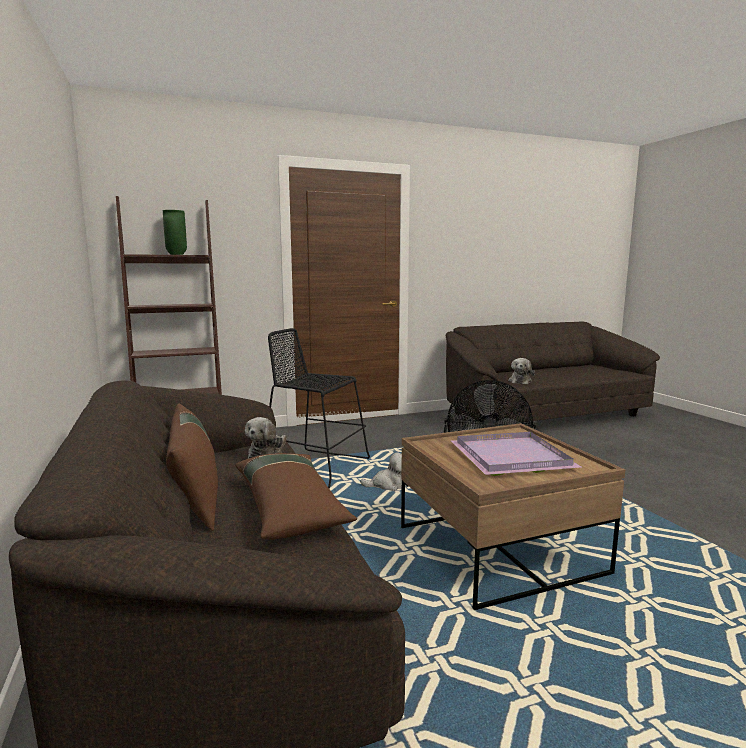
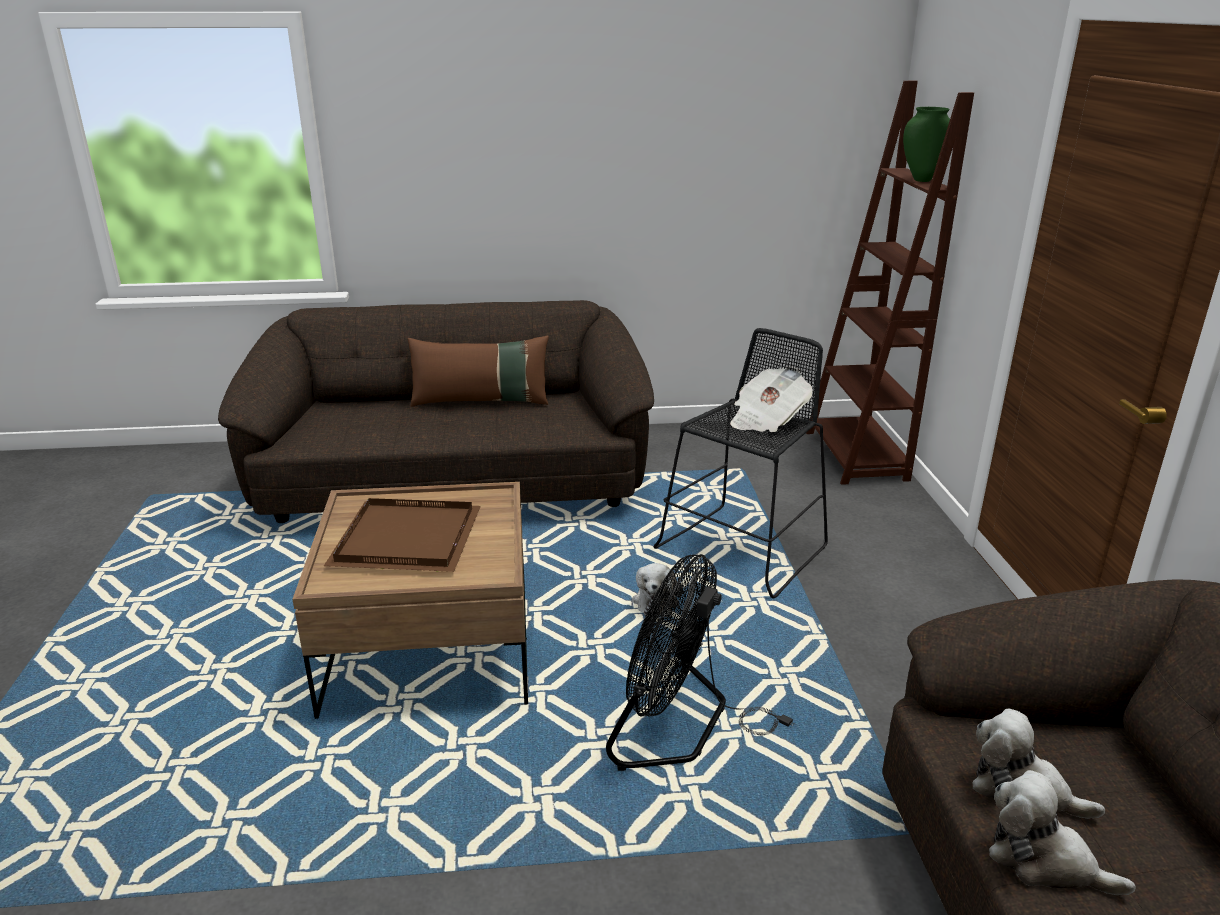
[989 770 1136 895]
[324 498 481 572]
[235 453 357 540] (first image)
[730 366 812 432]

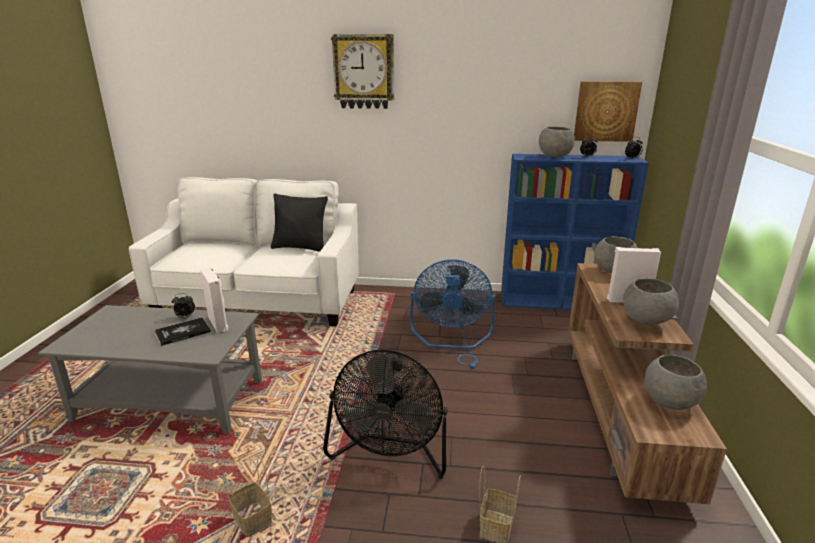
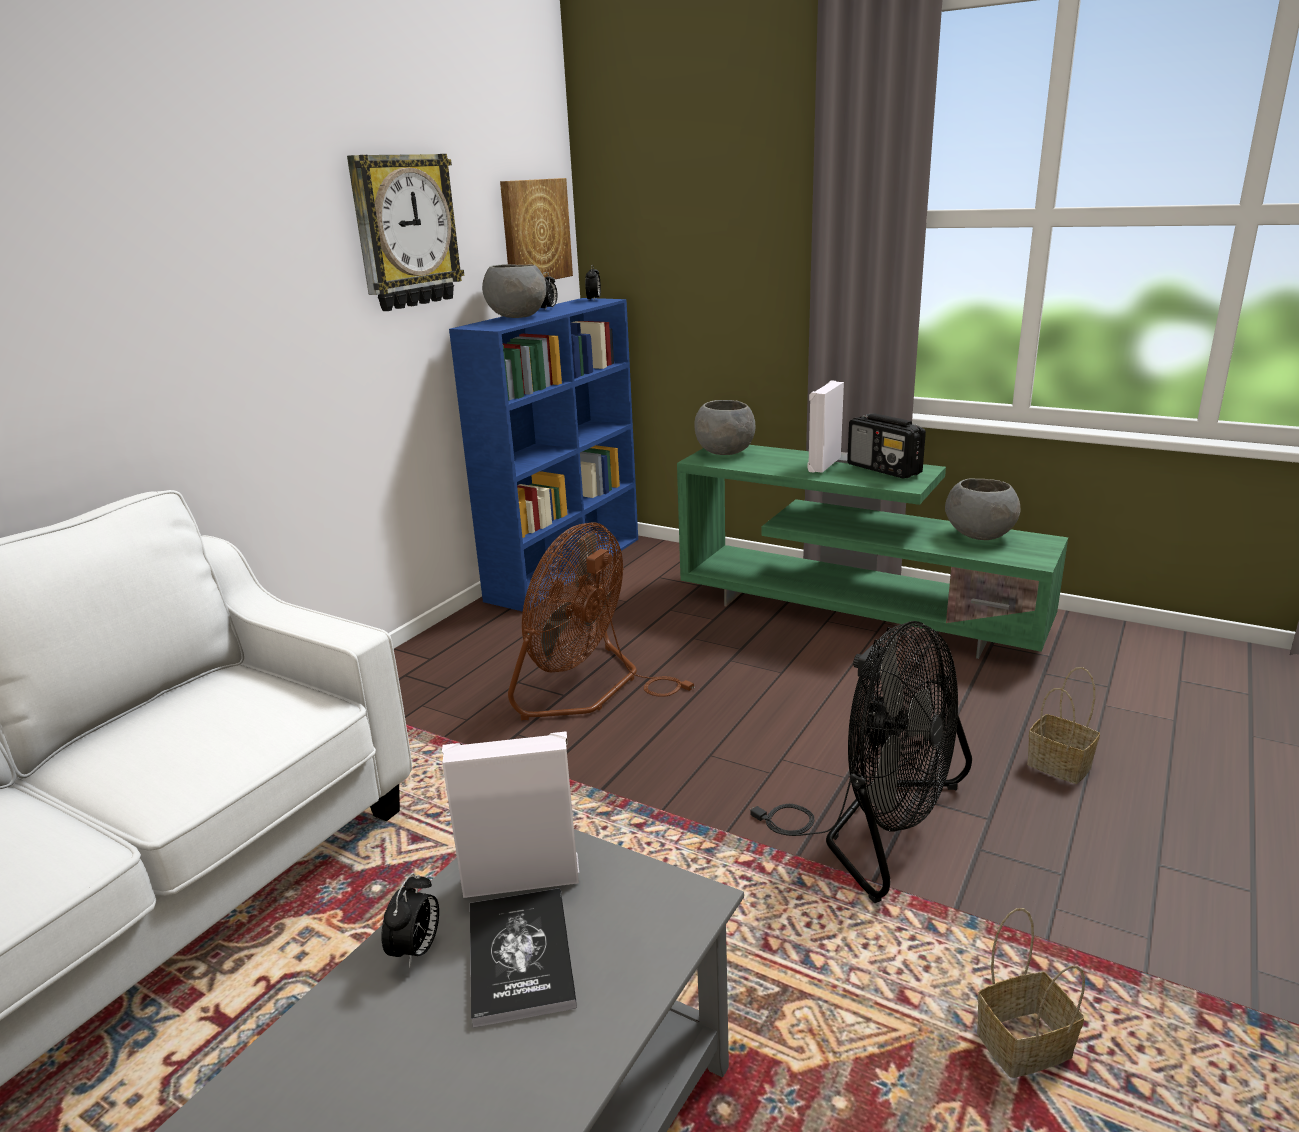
[347 154 464 311]
[271 193 328 252] (first image)
[508 522 694 721]
[677 445 1068 659]
[847 413 926 479]

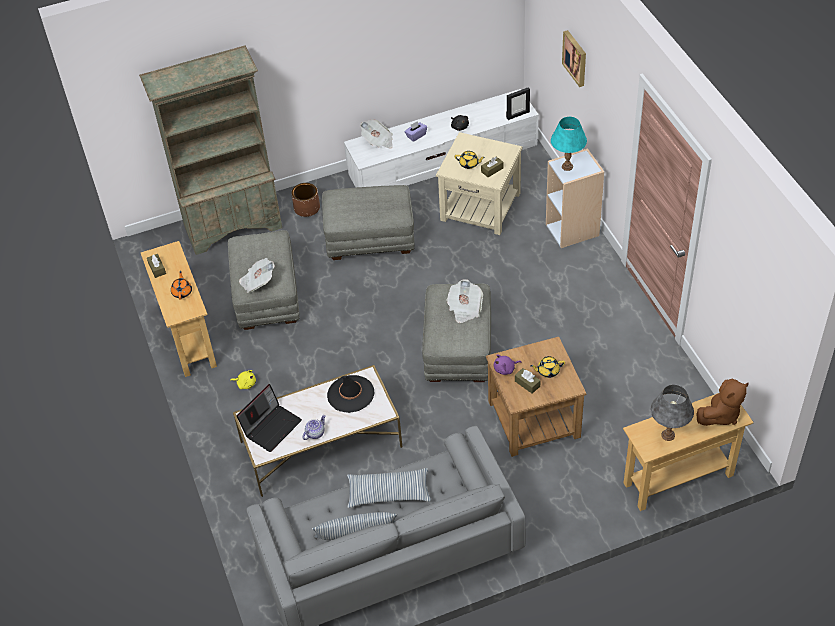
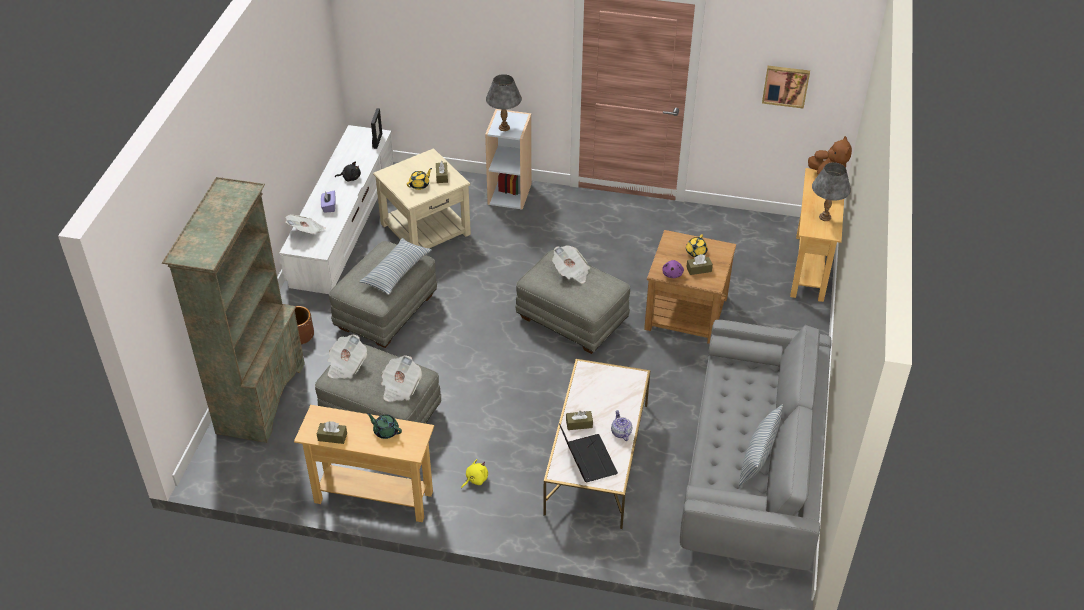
[762 66 810 109]
[486 74 522 131]
[367 413 402 439]
[327 375 374 413] (first image)
[359 238 431 295]
[327 335 367 379]
[566 411 593 430]

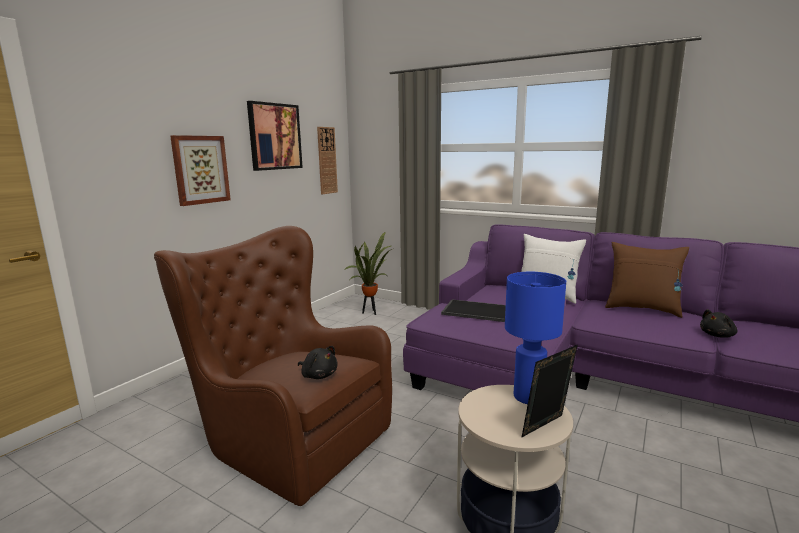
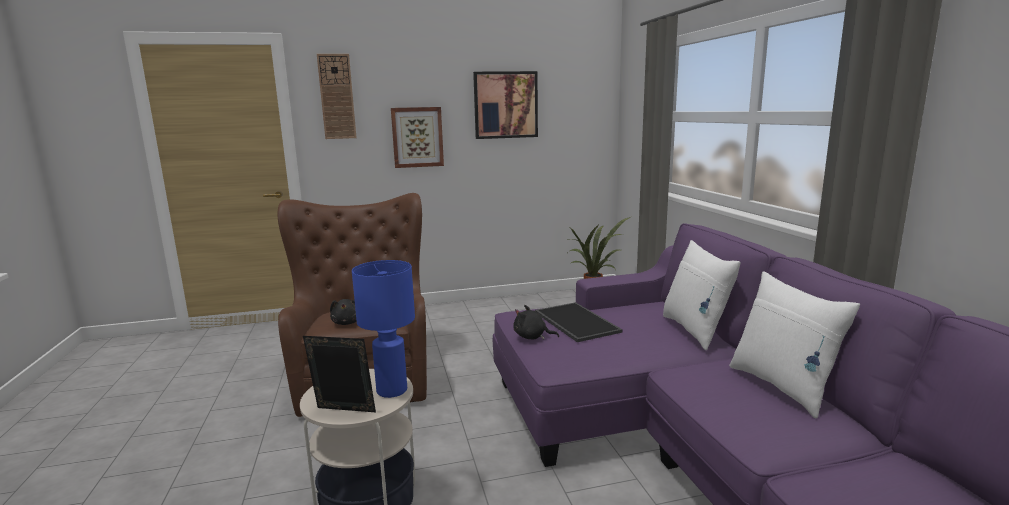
[317 54 357 139]
[729 271 860 418]
[513 305 559 340]

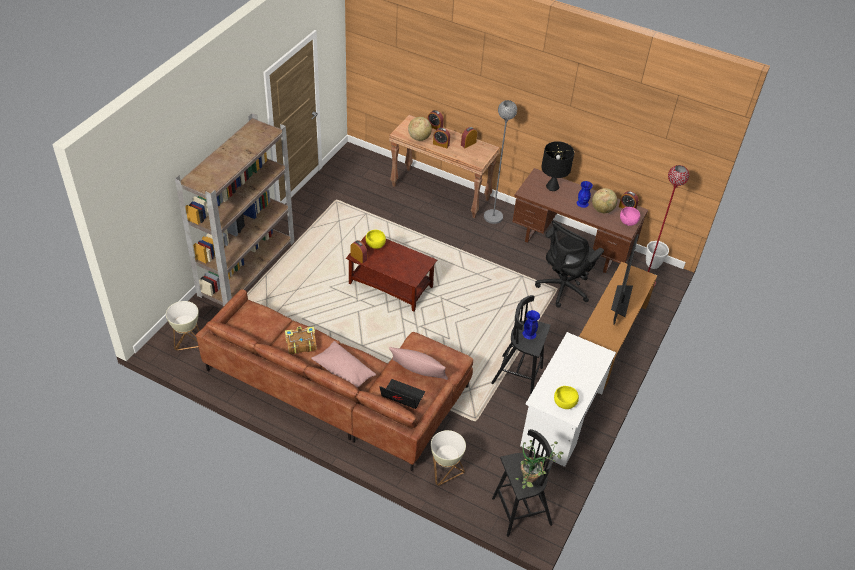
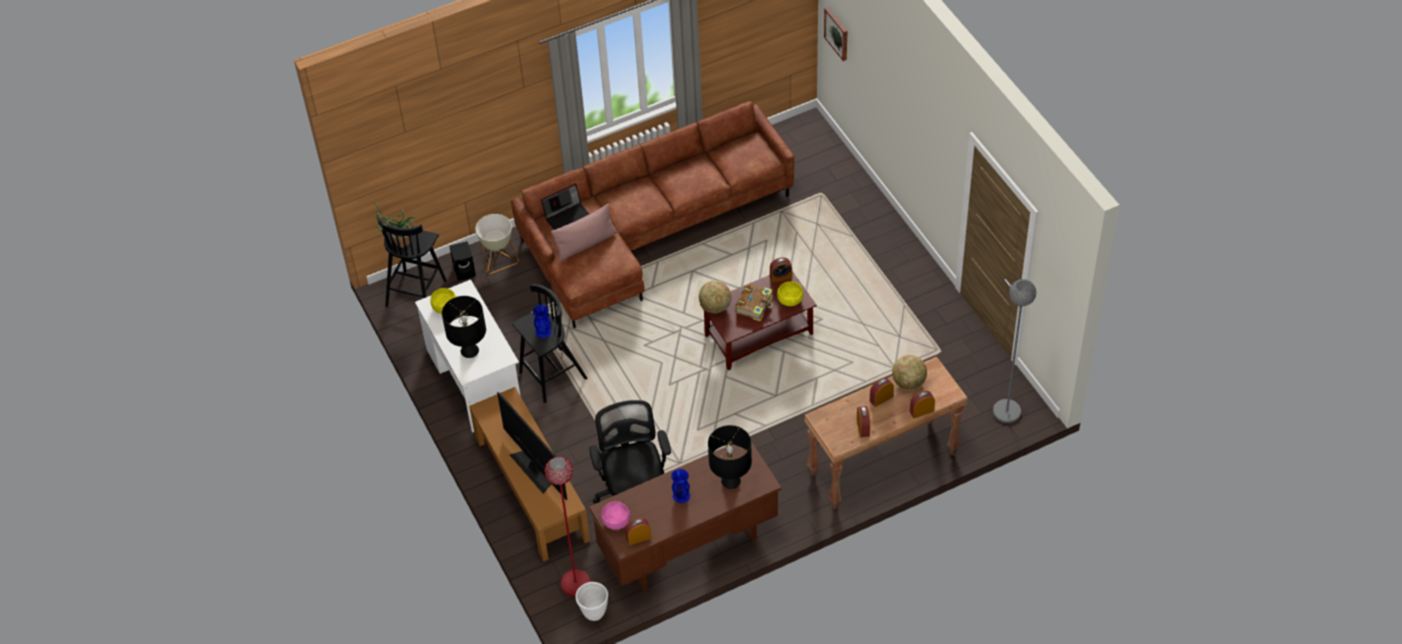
[993 279 1036 423]
[175 113 294 307] (first image)
[699 281 731 313]
[166 301 199 350] (first image)
[735 284 773 322]
[311 341 376 388] (first image)
[824 7 847 61]
[449 241 476 280]
[442 296 486 358]

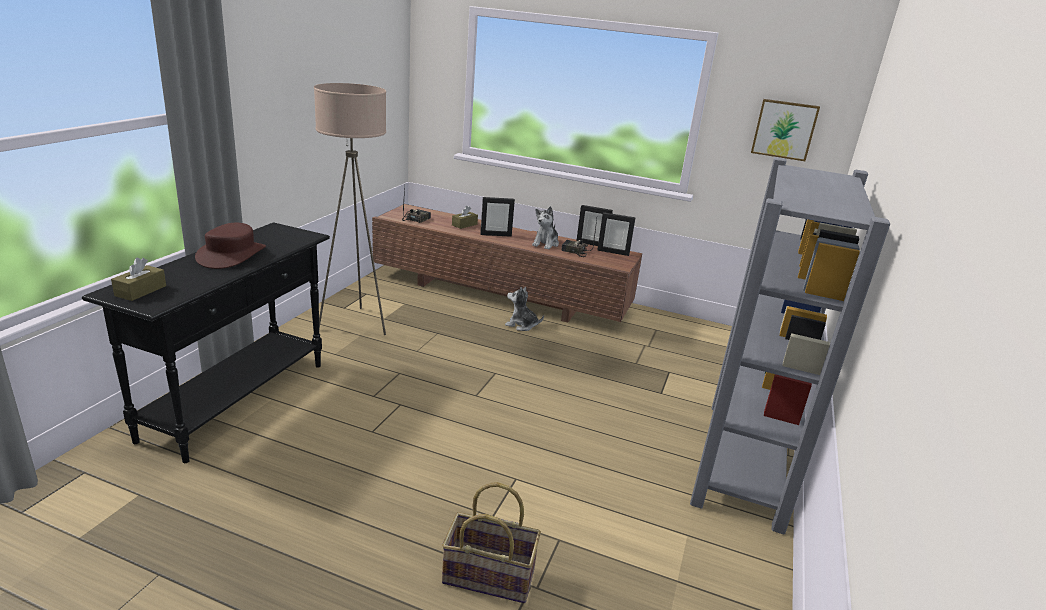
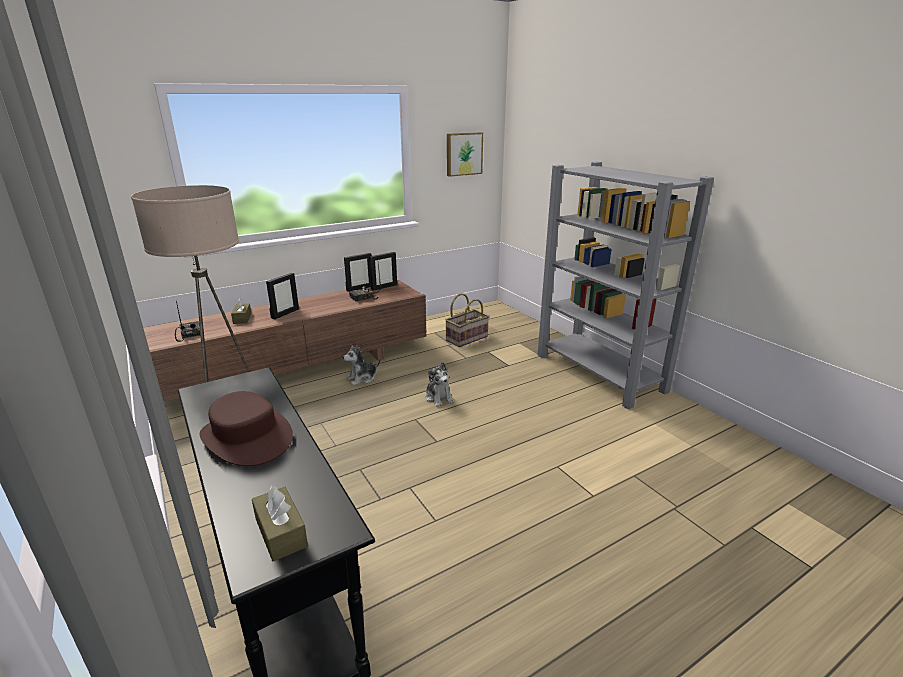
[425 362 454 407]
[445 293 489 347]

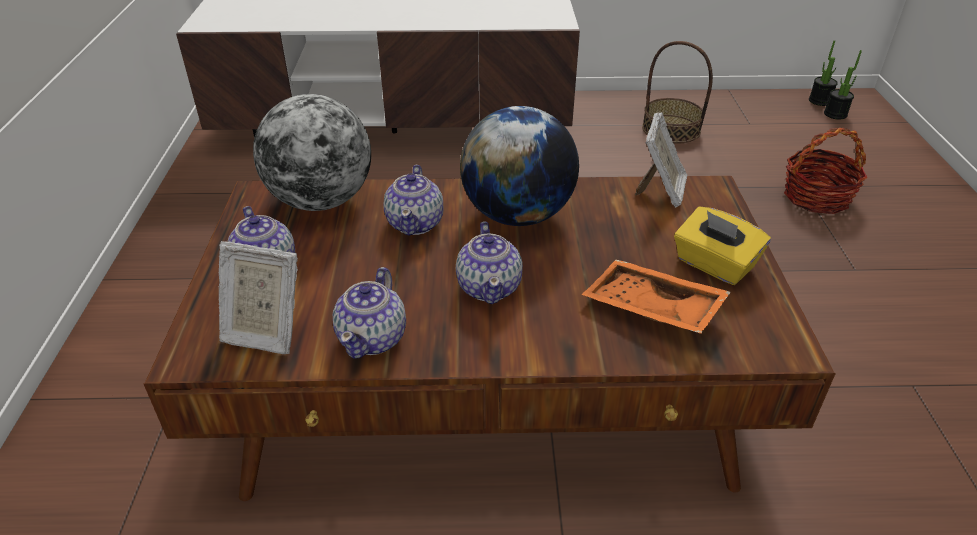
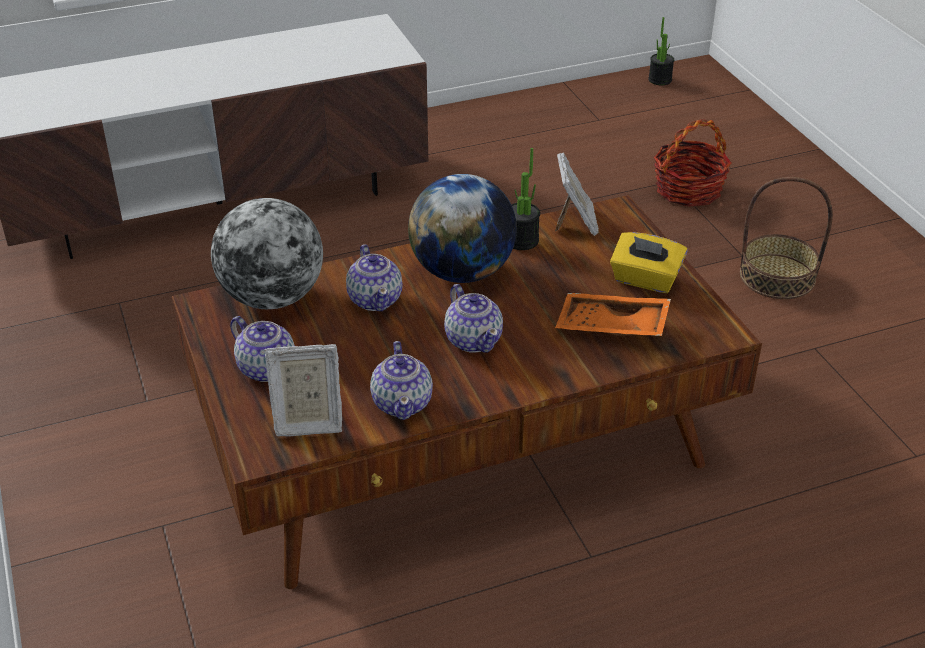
[740 177 833 299]
[511 148 540 250]

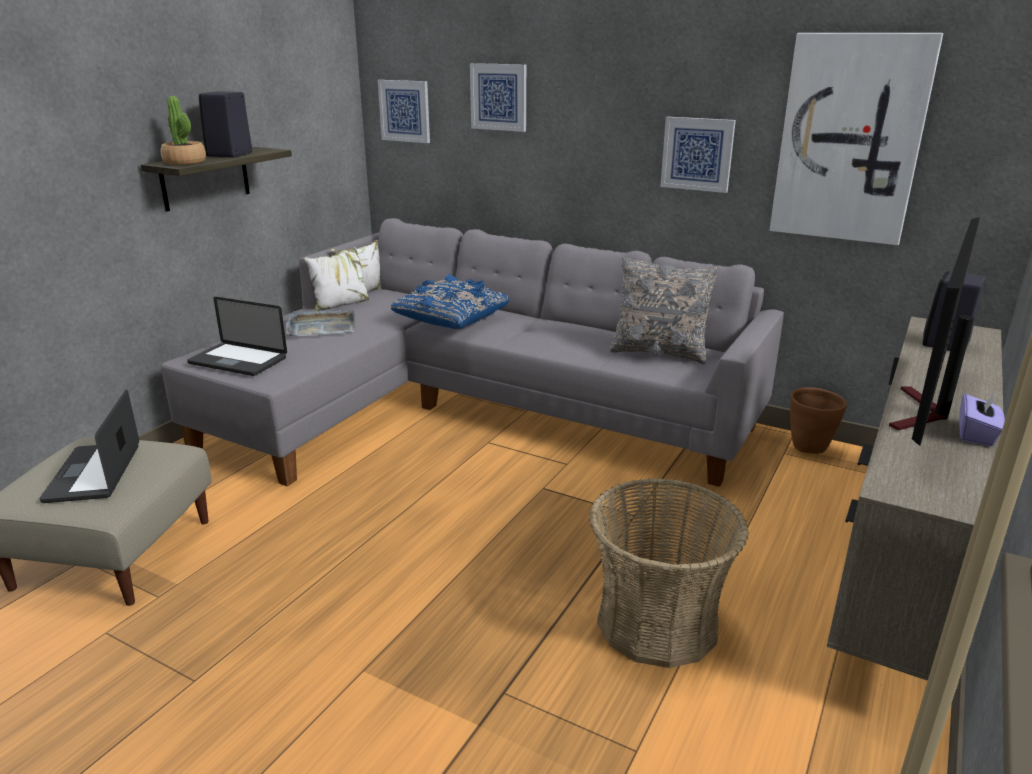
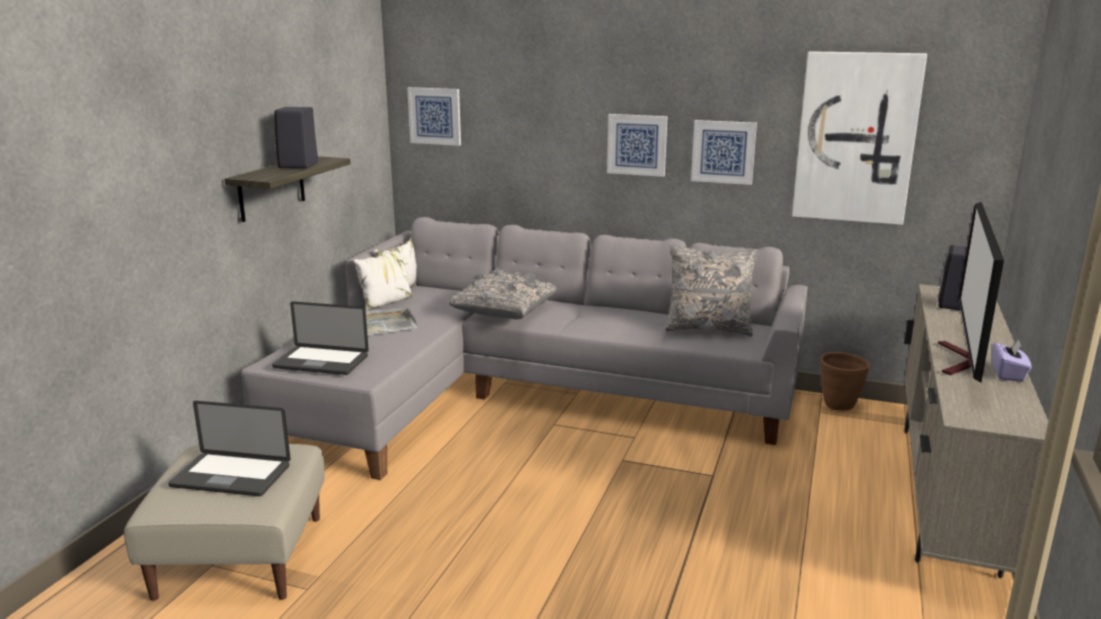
[607 114 668 177]
[161 96 206 165] (first image)
[449 267 557 319]
[168 401 290 496]
[589 478 749 668] (first image)

